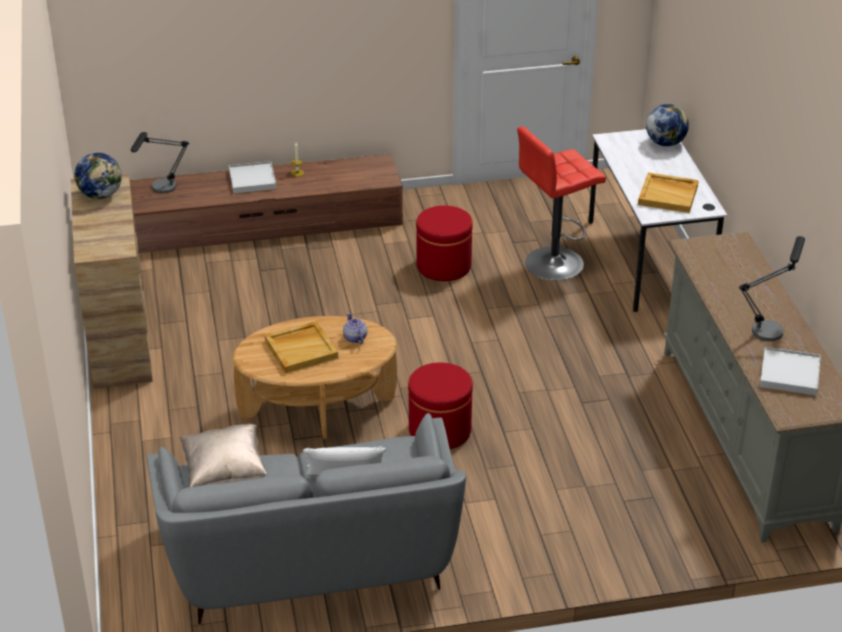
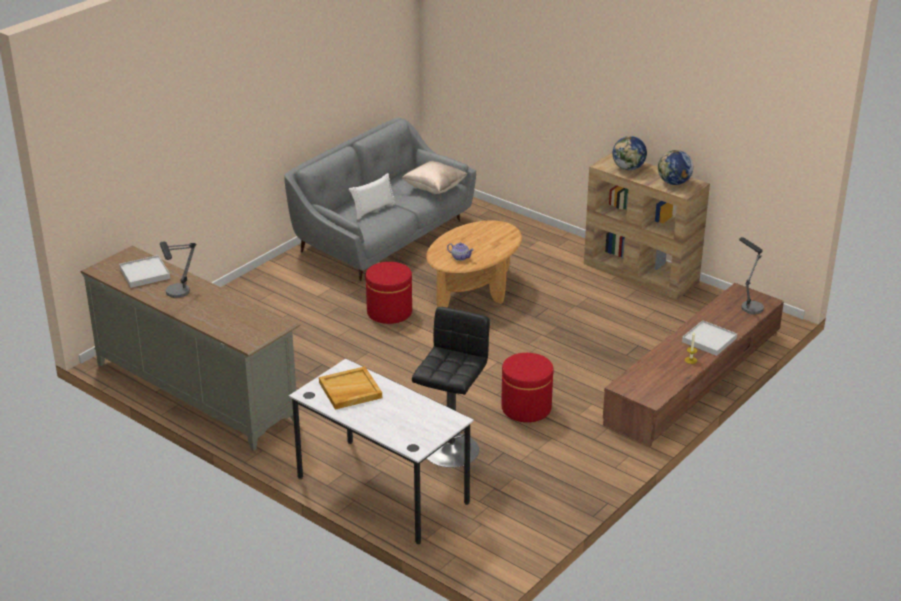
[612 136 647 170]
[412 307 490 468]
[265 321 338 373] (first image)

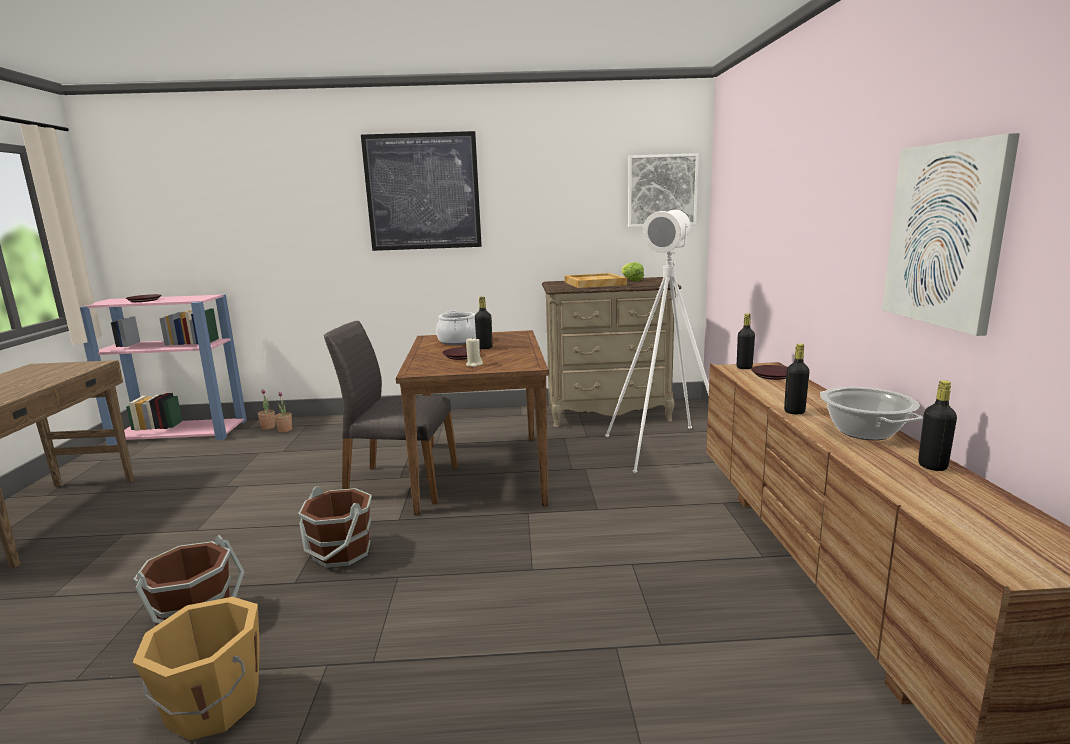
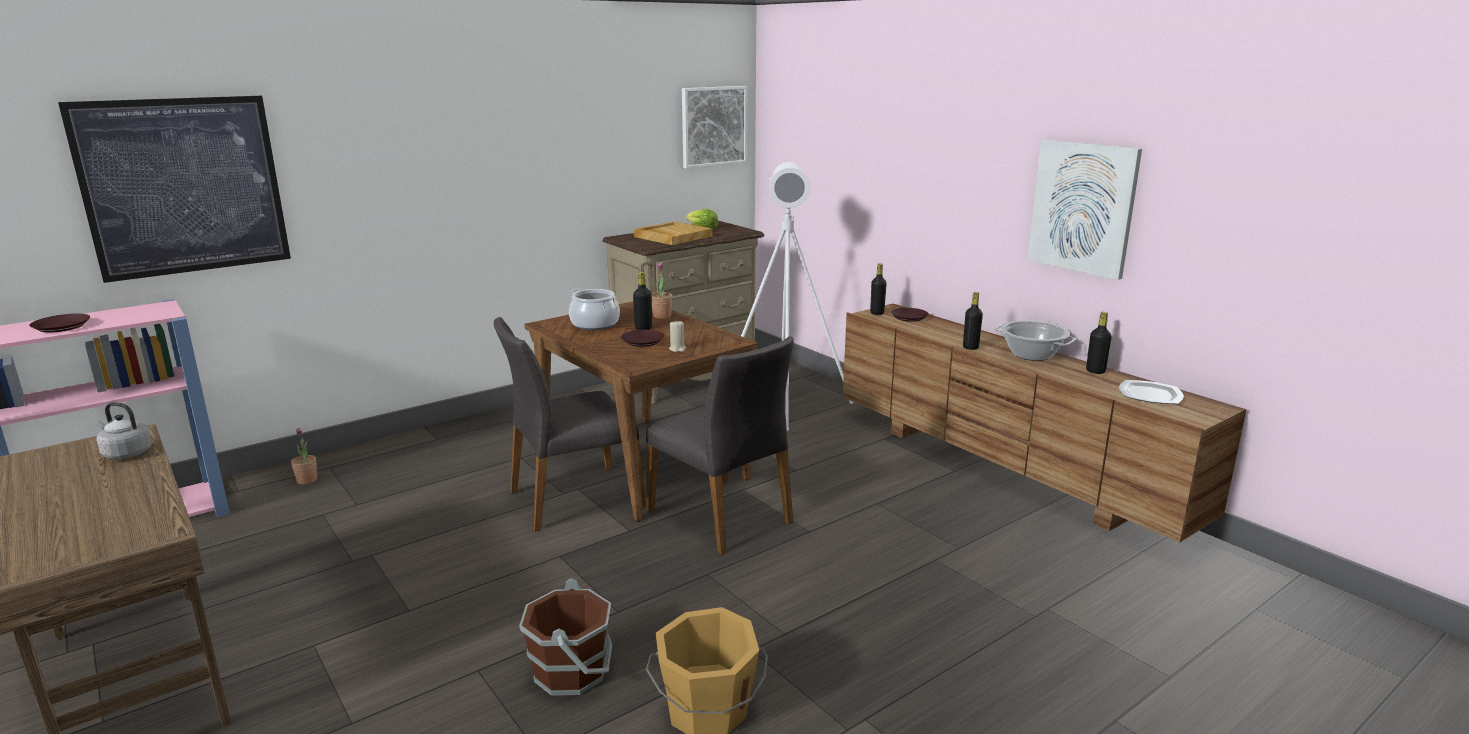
[58 96 291 283]
[652 262 673 319]
[298 486 372 568] (first image)
[646 336 794 555]
[1119 380 1184 404]
[96 402 152 459]

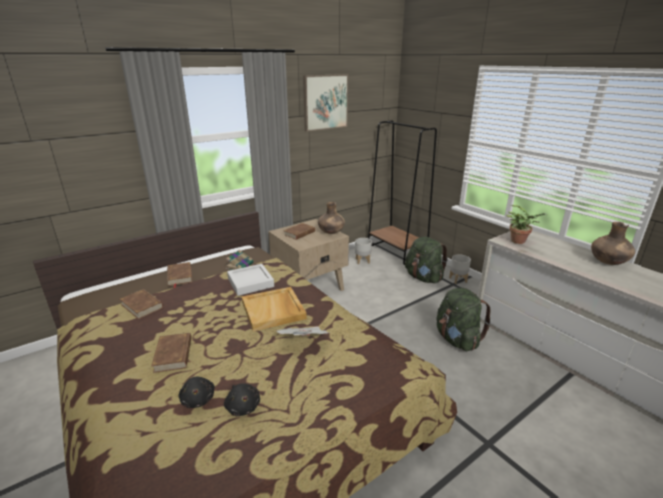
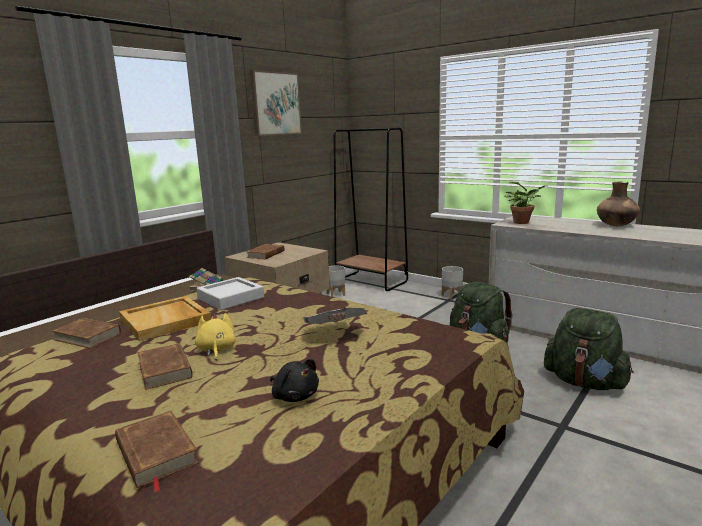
[318 202 345 234] (first image)
[544 308 634 390]
[115 411 199 493]
[119 296 211 341]
[178 377 215 408] (first image)
[195 313 236 360]

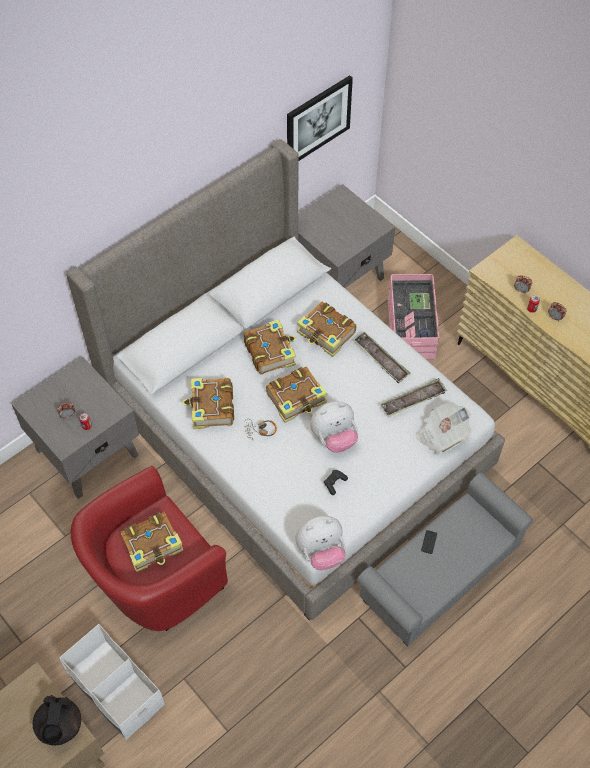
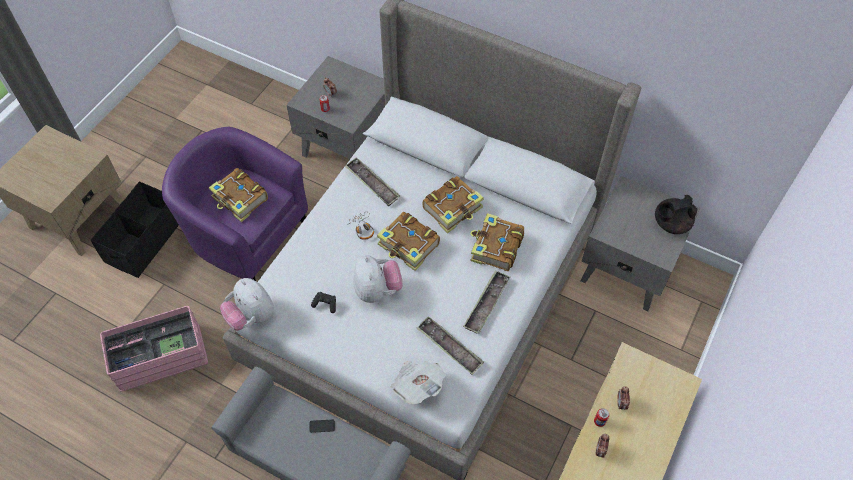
[287 75 353 161] (first image)
[100 306 208 392]
[345 157 400 206]
[353 255 403 303]
[162 127 308 281]
[91 181 179 278]
[655 195 698 234]

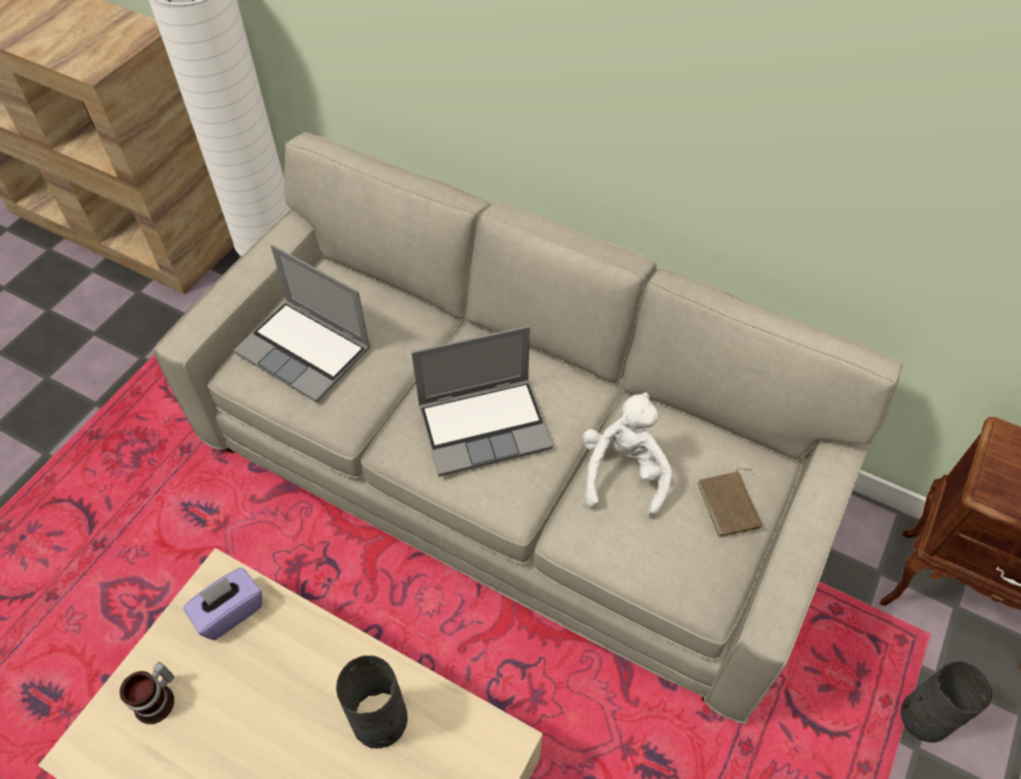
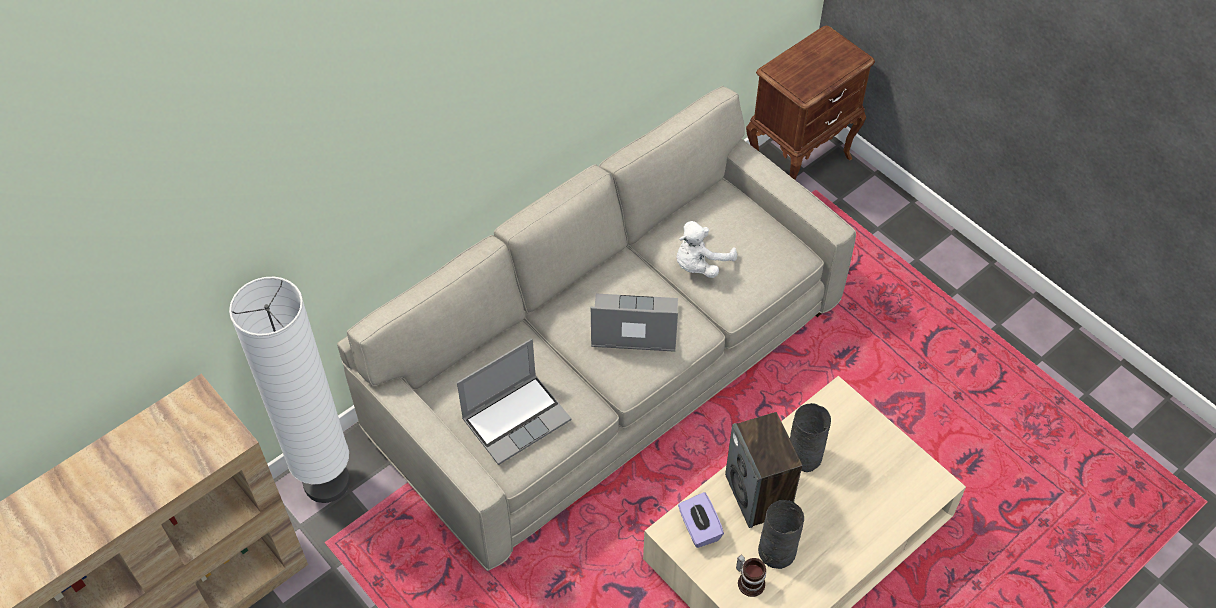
[591 293 678 352]
[677 221 737 278]
[698 468 762 537] (first image)
[758 500 804 569]
[725 412 802 528]

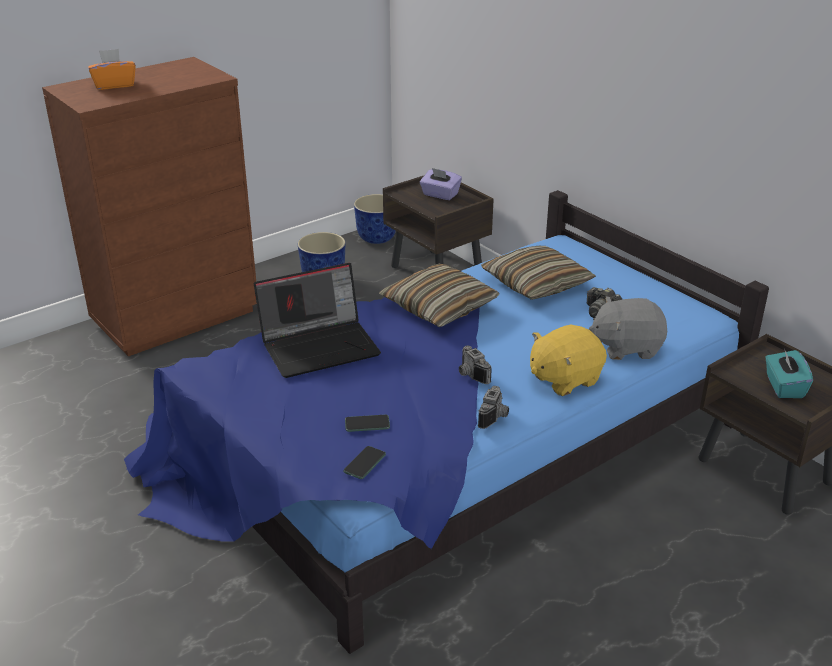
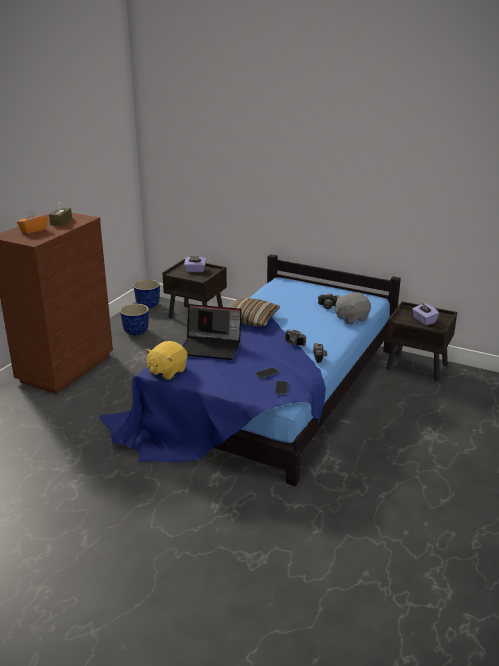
[481 246 596 300] (first image)
[183 304 242 360]
[145 341 187 380]
[412 303 439 325]
[49 201 72 226]

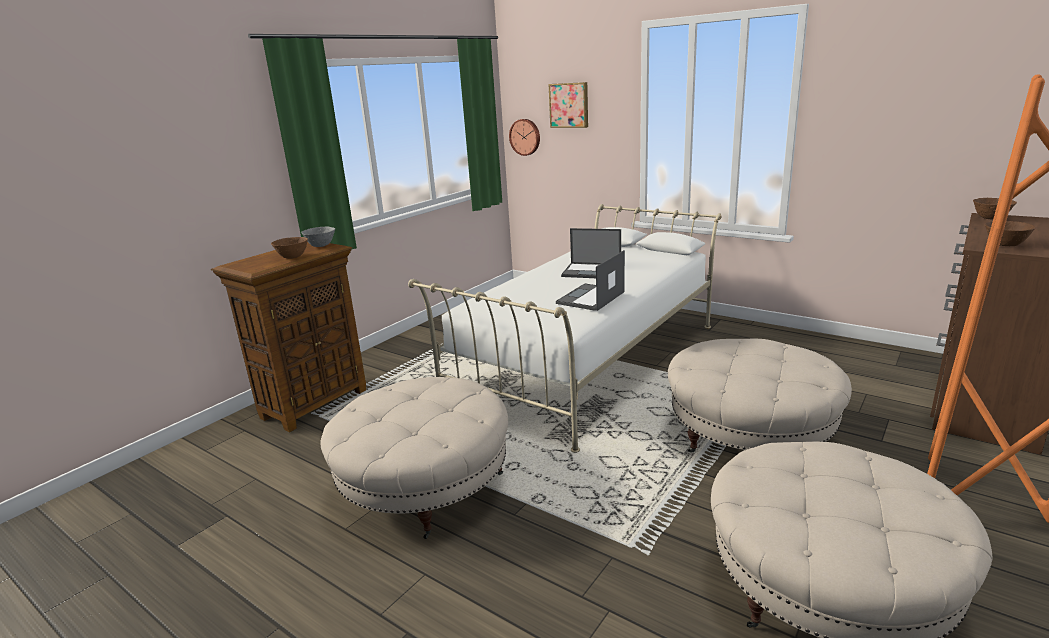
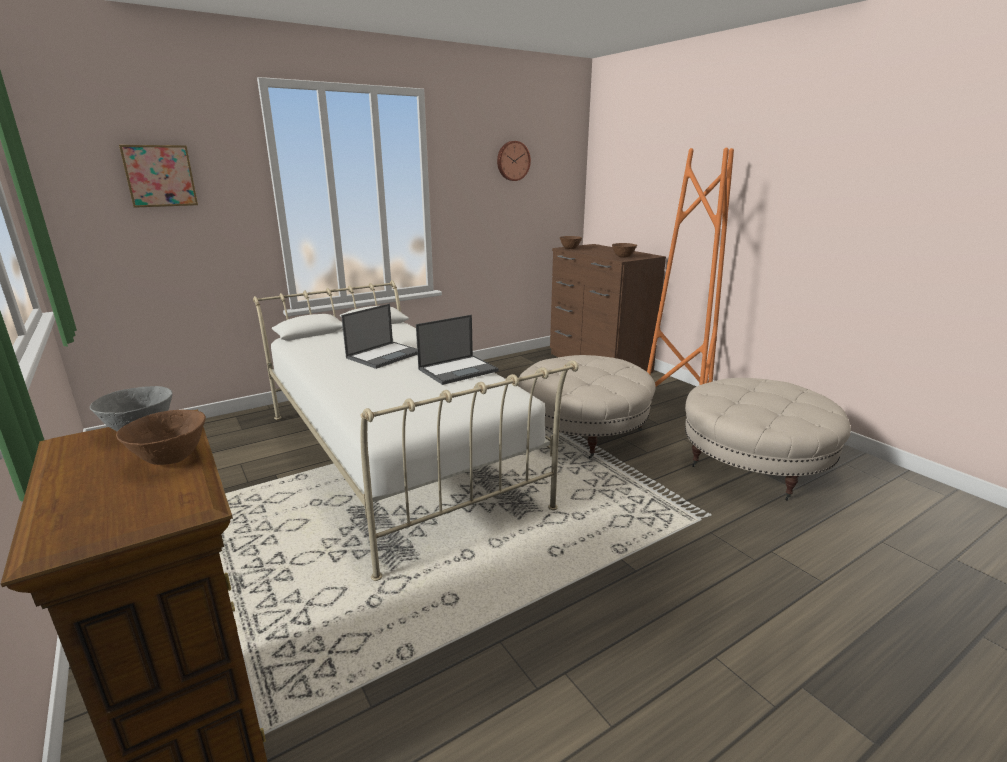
[497 141 531 181]
[416 315 498 385]
[320 377 508 539] (first image)

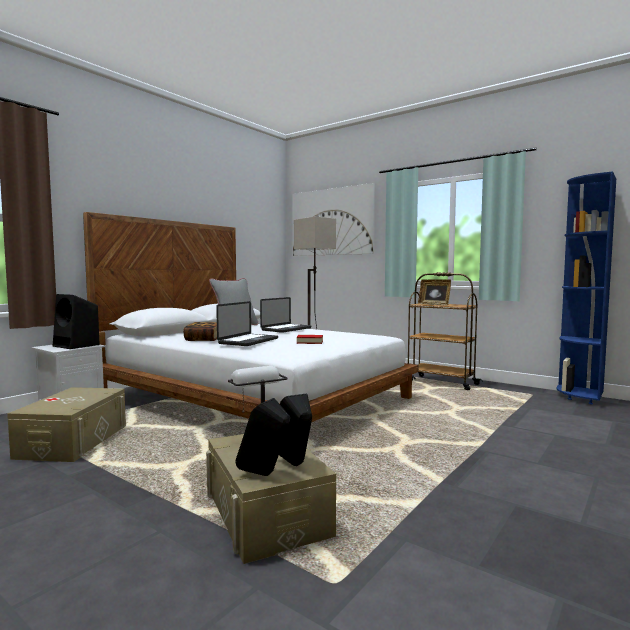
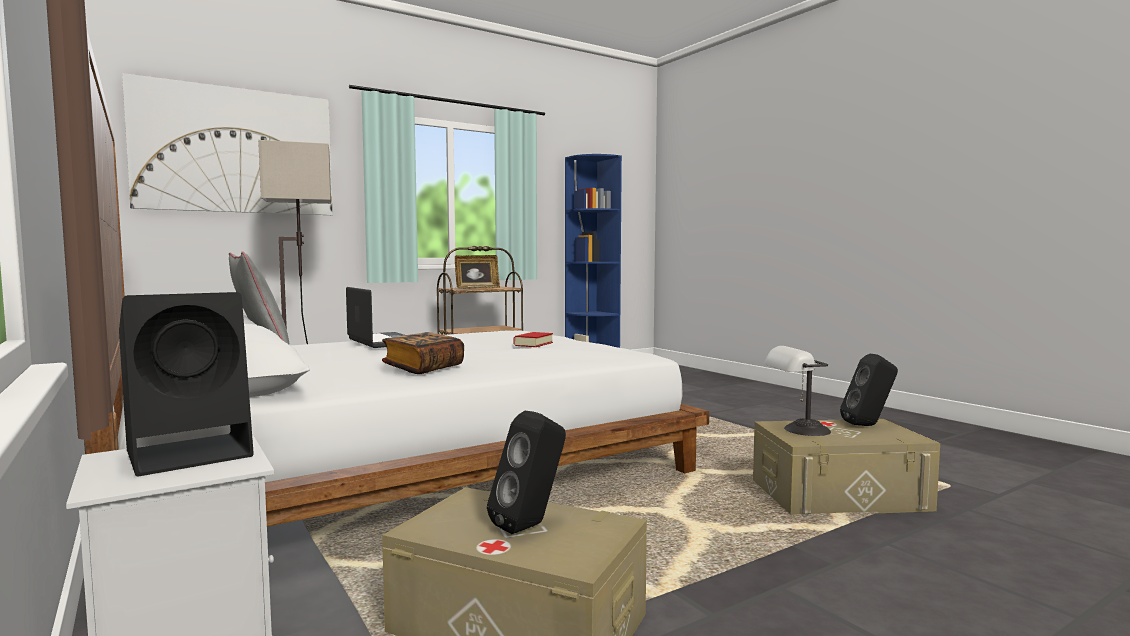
[216 301 278 346] (first image)
[487 411 566 534]

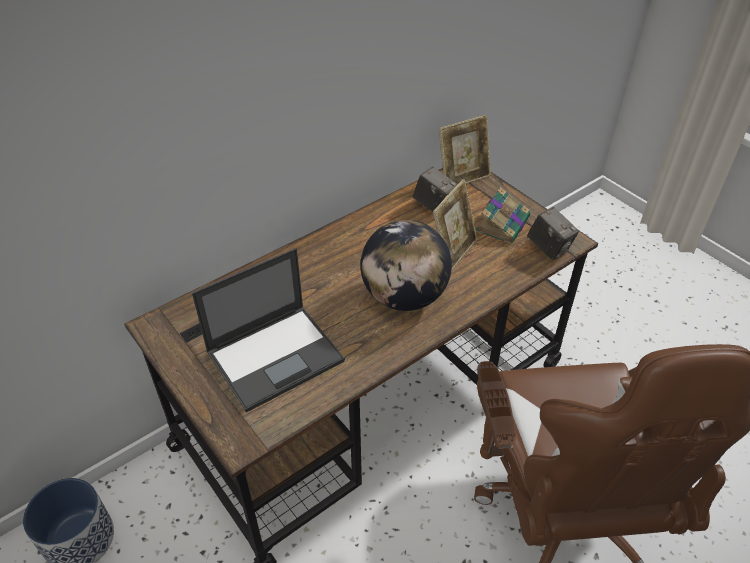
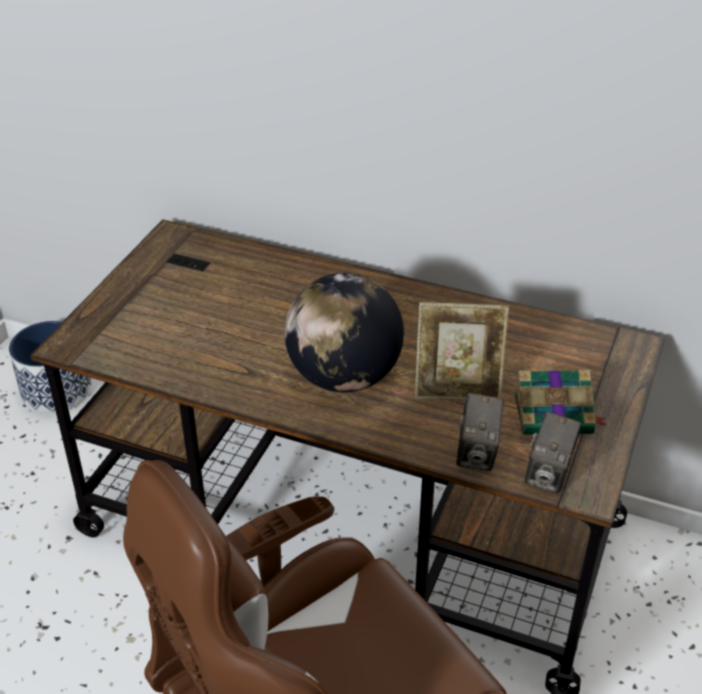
[439 115 491 184] (first image)
[456 393 504 471]
[192 248 345 412] (first image)

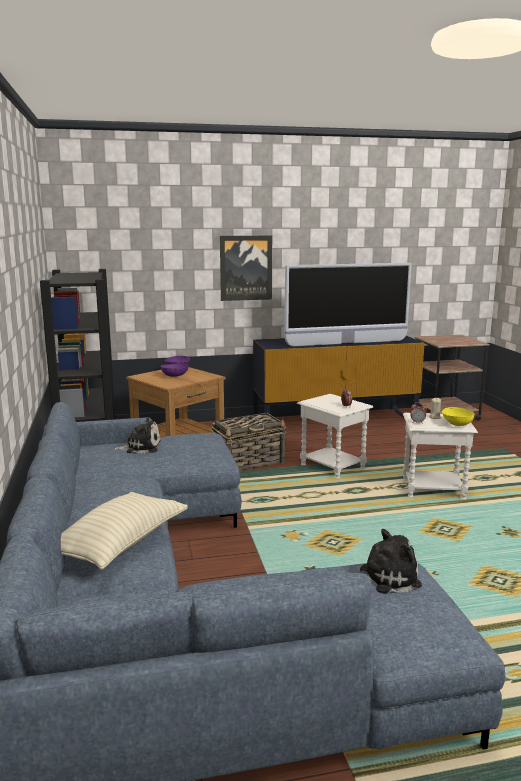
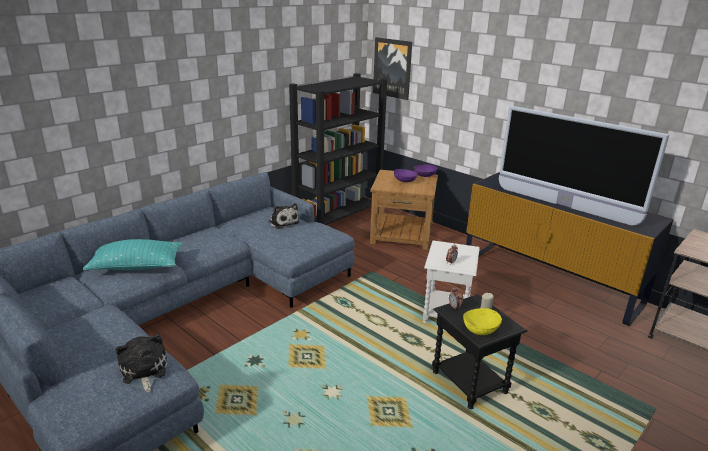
[373 37 412 100]
[211 413 286 470] (first image)
[432 294 527 409]
[83 239 183 270]
[115 334 167 393]

